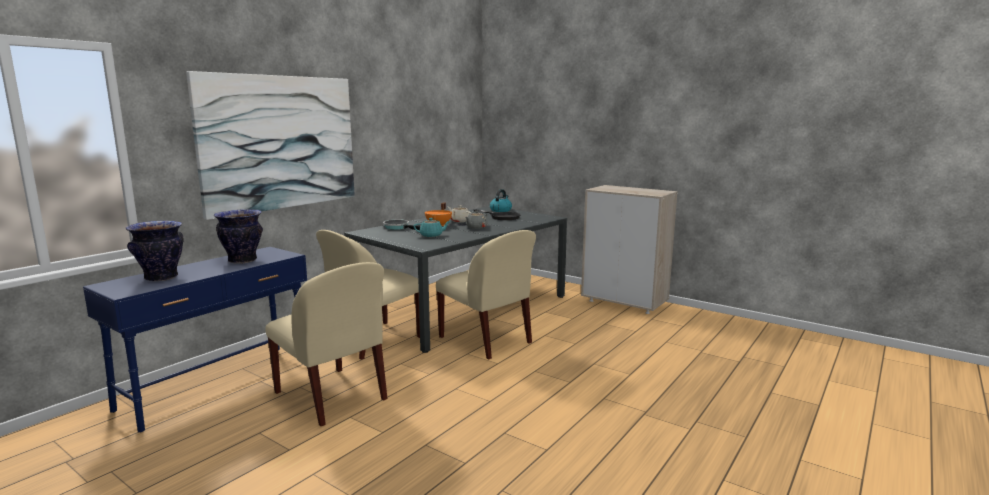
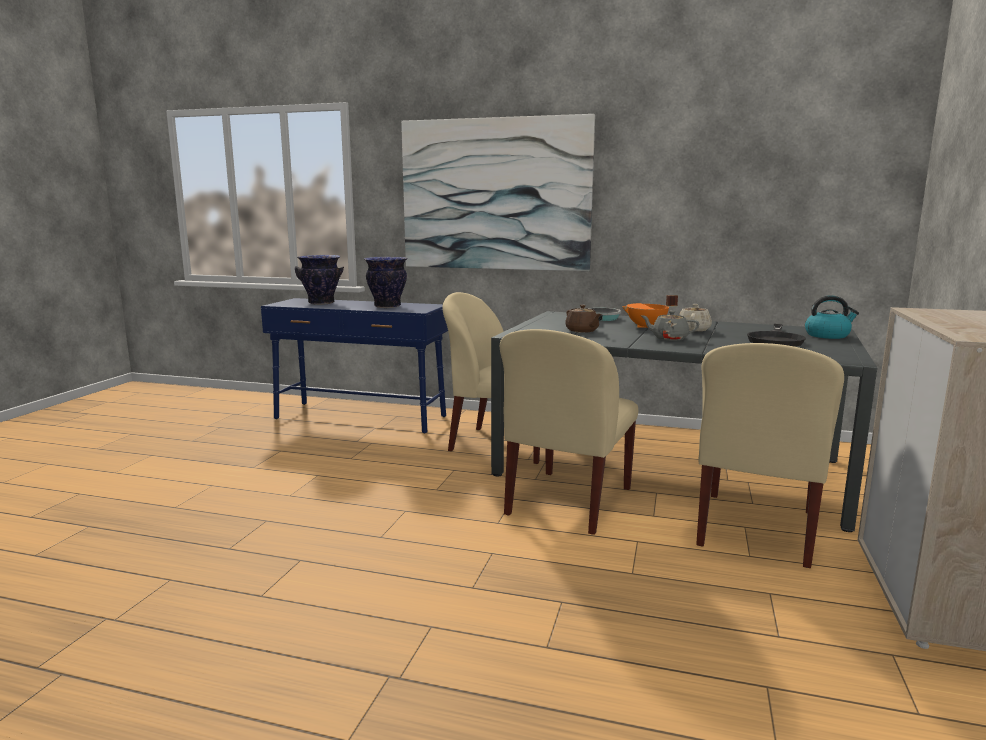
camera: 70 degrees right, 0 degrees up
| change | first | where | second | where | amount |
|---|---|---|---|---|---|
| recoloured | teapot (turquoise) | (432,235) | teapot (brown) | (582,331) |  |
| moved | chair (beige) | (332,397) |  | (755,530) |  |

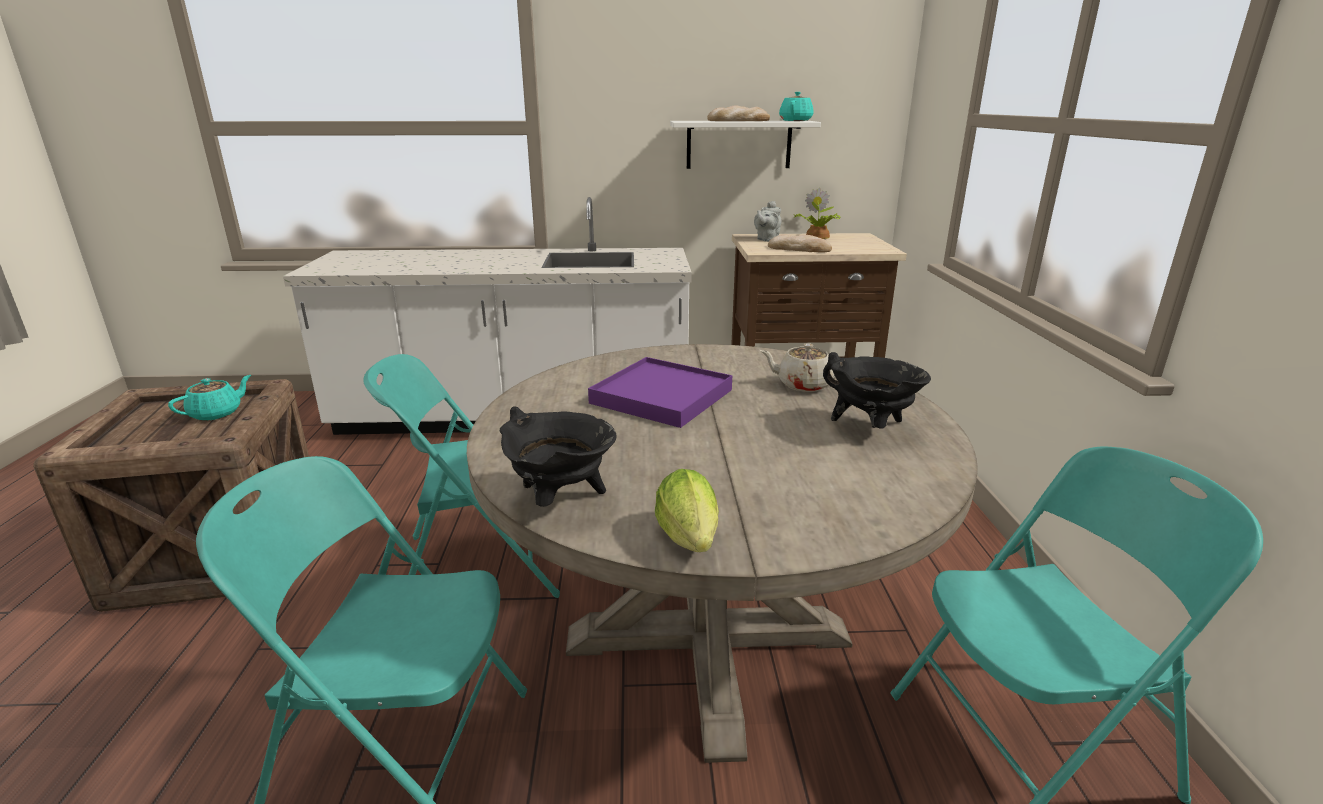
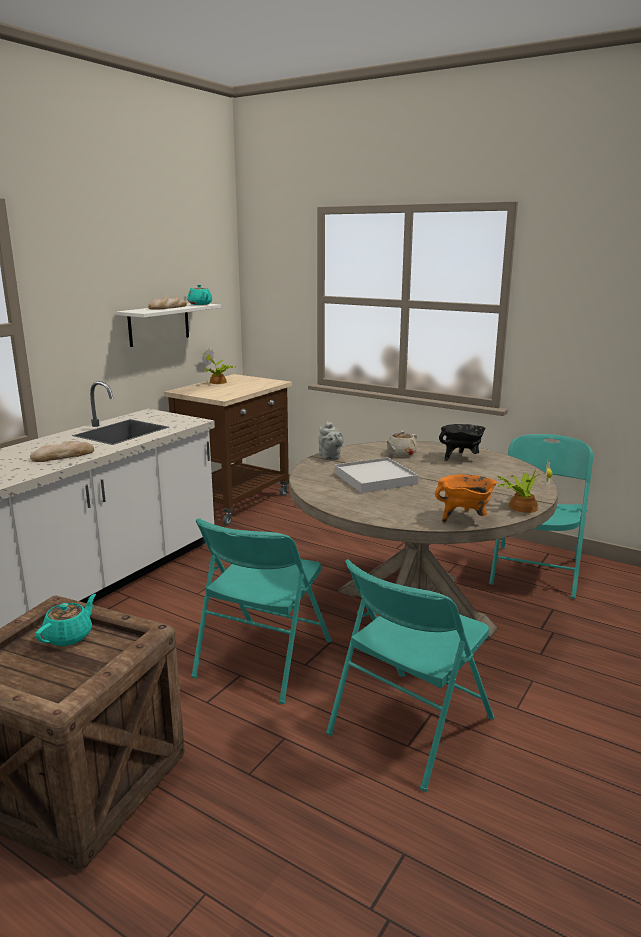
camera: 55 degrees left, 5 degrees down
| change | first | where | second | where | amount |
|---|---|---|---|---|---|
| moved | bread | (799,249) |  | (63,455) |  |
| turned | teapot (turquoise) | (217,413) |  | (69,636) | 45 degrees clockwise |
| moved | teapot (grey) | (766,239) |  | (330,457) |  |
| recoloured | tray (purple) | (661,396) | tray (white) | (375,478) |  |
| recoloured | cooking pot (black) | (560,500) | cooking pot (orange) | (464,519) |  |
| replaced | lettuce | (690,541) | potted plant | (521,506) |  |

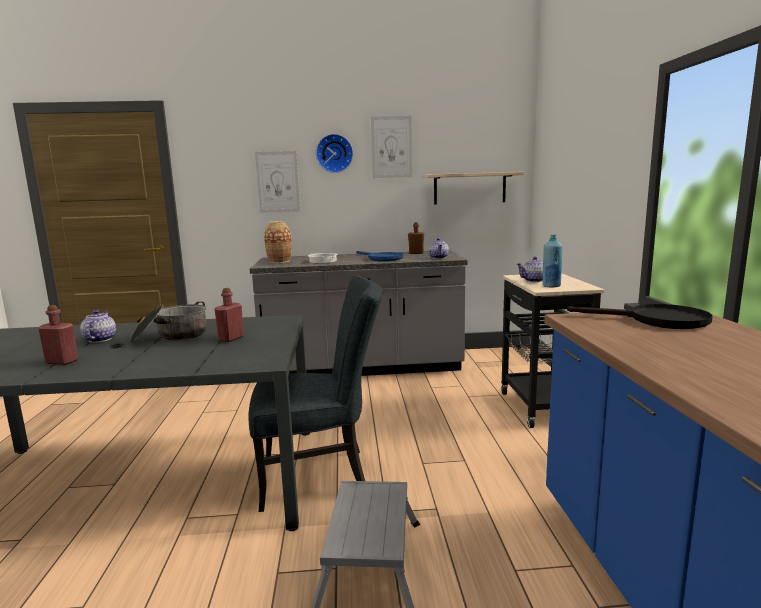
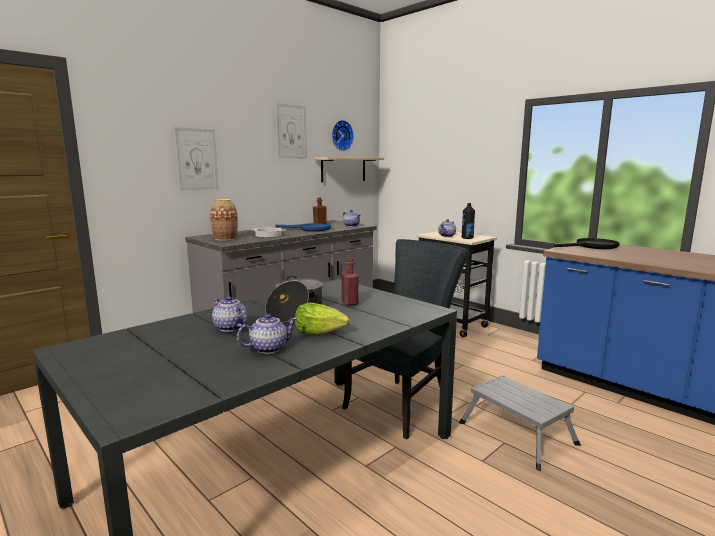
camera: 40 degrees left, 0 degrees up
| change | first | where | second | where | amount |
|---|---|---|---|---|---|
| replaced | bottle (red) | (62,362) | teapot | (268,348) |  |
| added |  |  | lettuce | (320,332) |  |
| moved | wall clock | (334,153) |  | (341,135) |  |
| recoloured | bottle (blue) | (551,286) | bottle (black) | (467,238) |  |

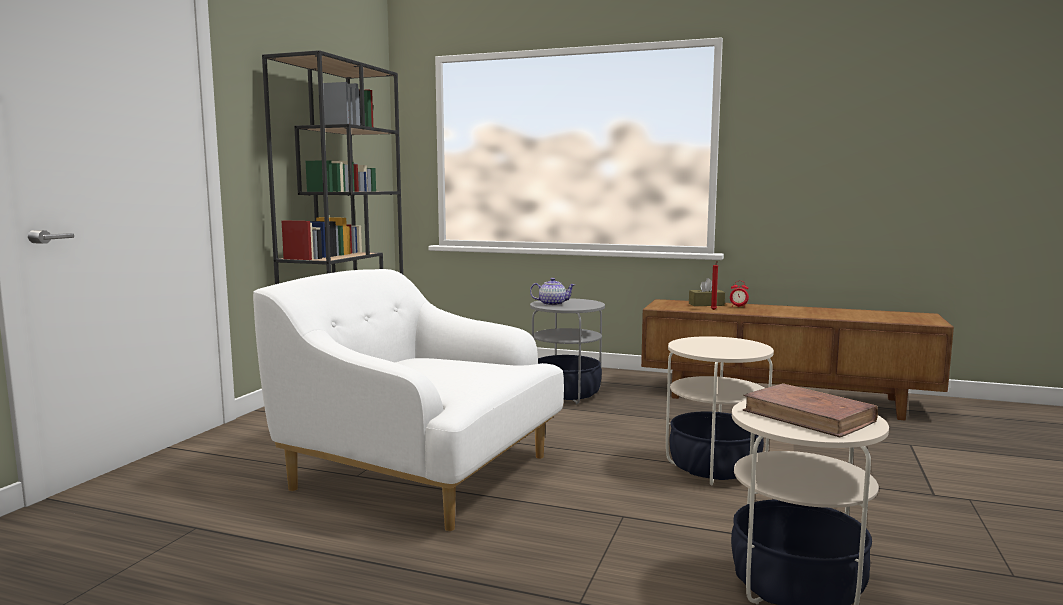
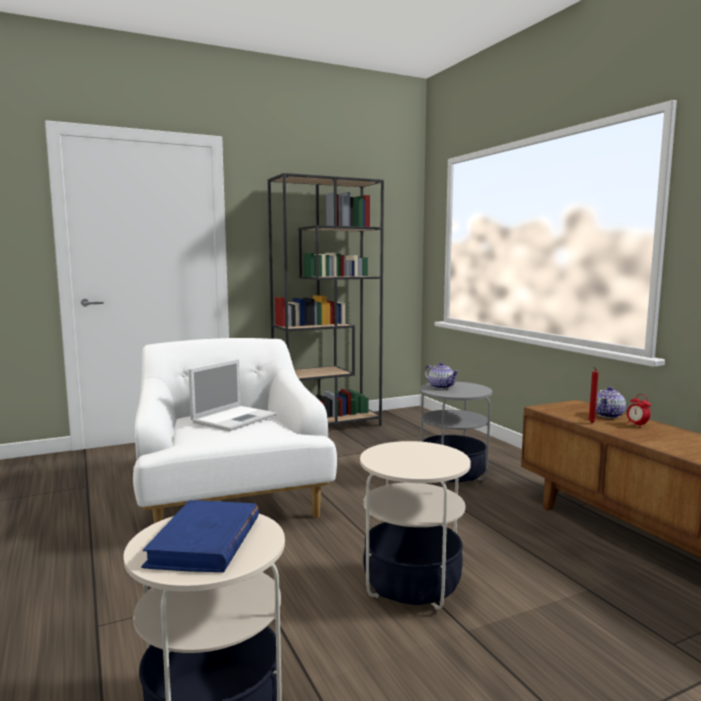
camera: 45 degrees right, 0 degrees up
| change | first | where | second | where | amount |
|---|---|---|---|---|---|
| recoloured | book (brown) | (809,416) | book (blue) | (205,542) |  |
| added |  |  | laptop | (235,418) |  |
| replaced | tissue box (brown) | (706,304) | teapot | (608,415) |  |

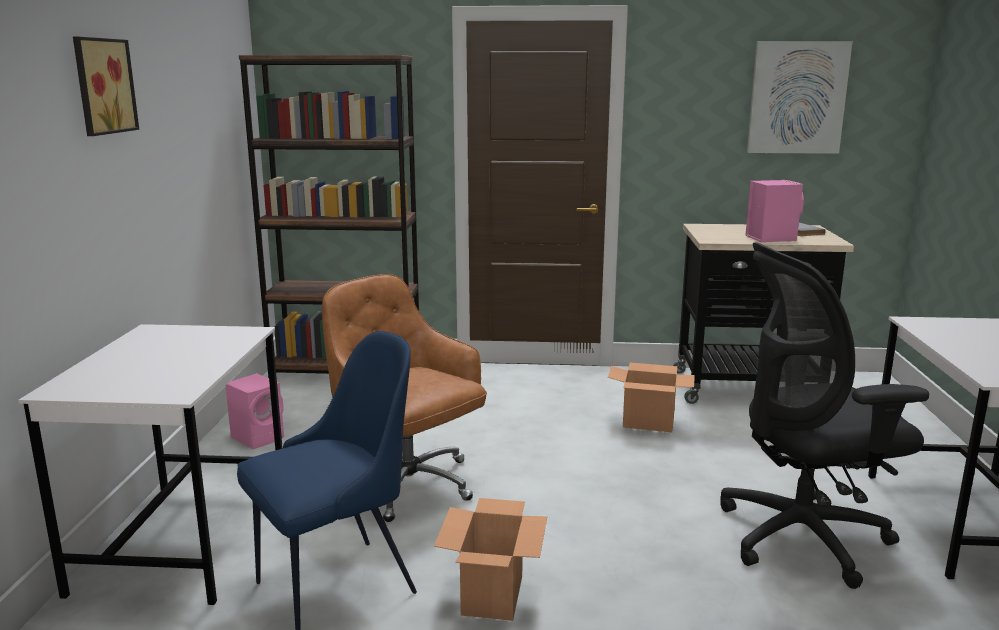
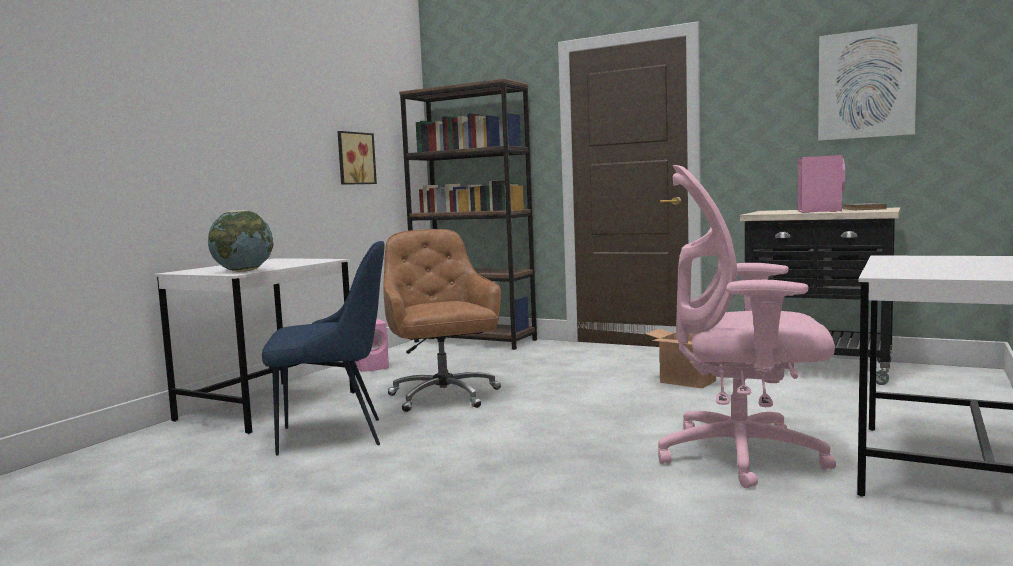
camera: 25 degrees right, 10 degrees down
| change | first | where | second | where | amount |
|---|---|---|---|---|---|
| added |  |  | globe | (243,271) |  |
| moved | picture | (101,86) |  | (354,158) |  |
| recoloured | office chair (black) | (809,534) | office chair (pink) | (750,454) |  |
| removed | cardboard box | (492,594) |  |  |  |

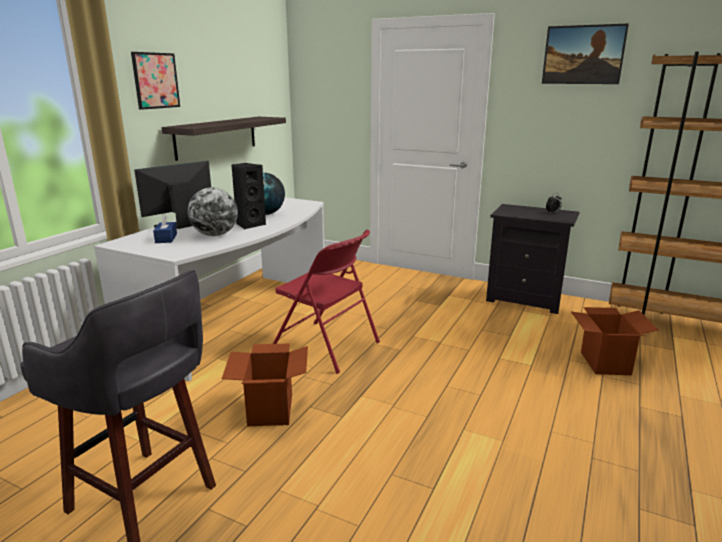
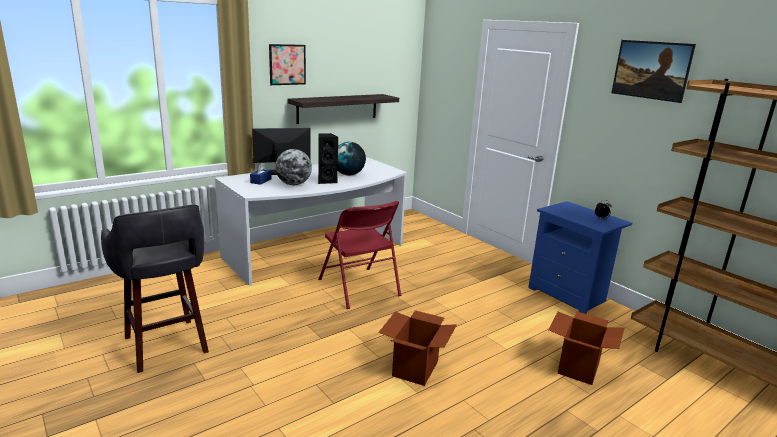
camera: 25 degrees right, 0 degrees up
| change | first | where | second | where | amount |
|---|---|---|---|---|---|
| moved | cardboard box | (270,410) |  | (415,368) |  |
| recoloured | nightstand (black) | (526,299) | nightstand (blue) | (569,295) |  |

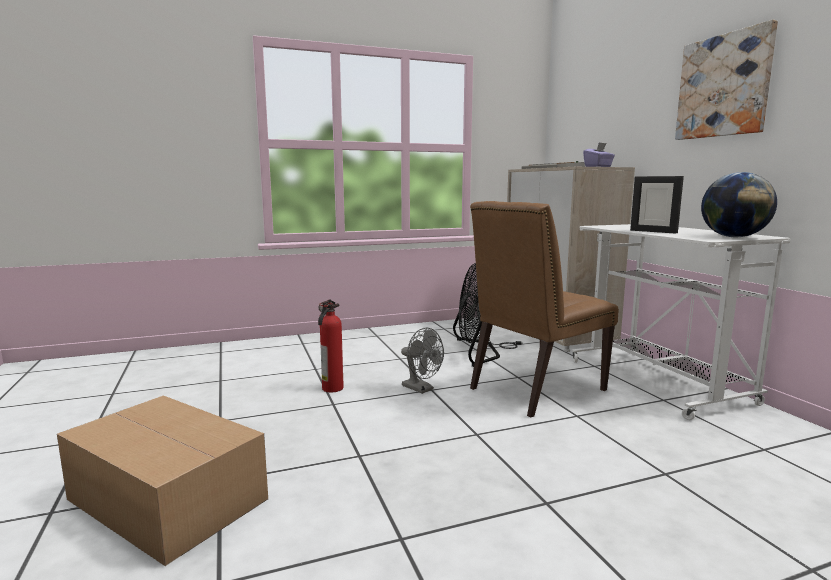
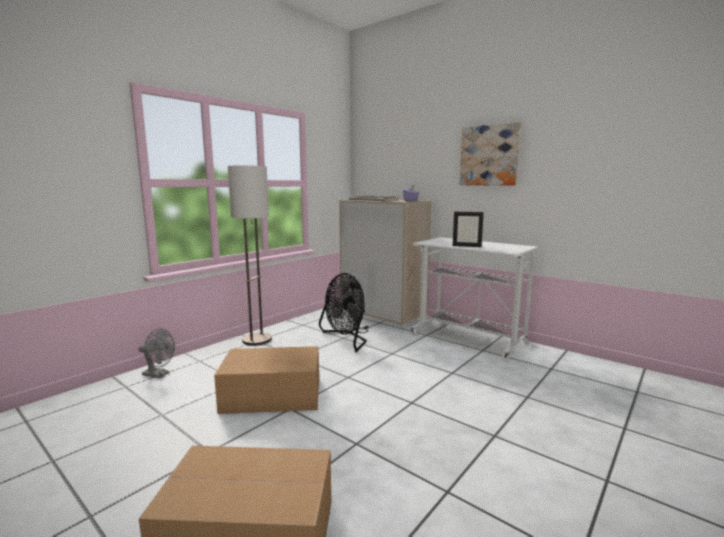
camera: 30 degrees left, 0 degrees up
| change | first | where | second | where | amount |
|---|---|---|---|---|---|
| moved | fan (grey) | (421,389) |  | (159,374) |  |
| replaced | fire extinguisher | (331,388) | cardboard box | (273,395) |  |
| added |  |  | floor lamp | (257,340) |  |
| removed | chair (brown) | (537,389) |  |  |  |
| removed | globe | (733,237) |  |  |  |

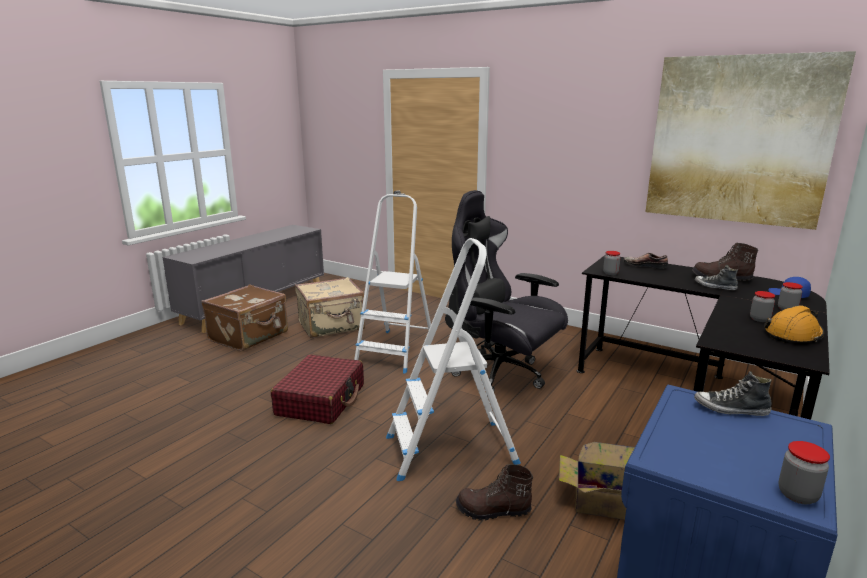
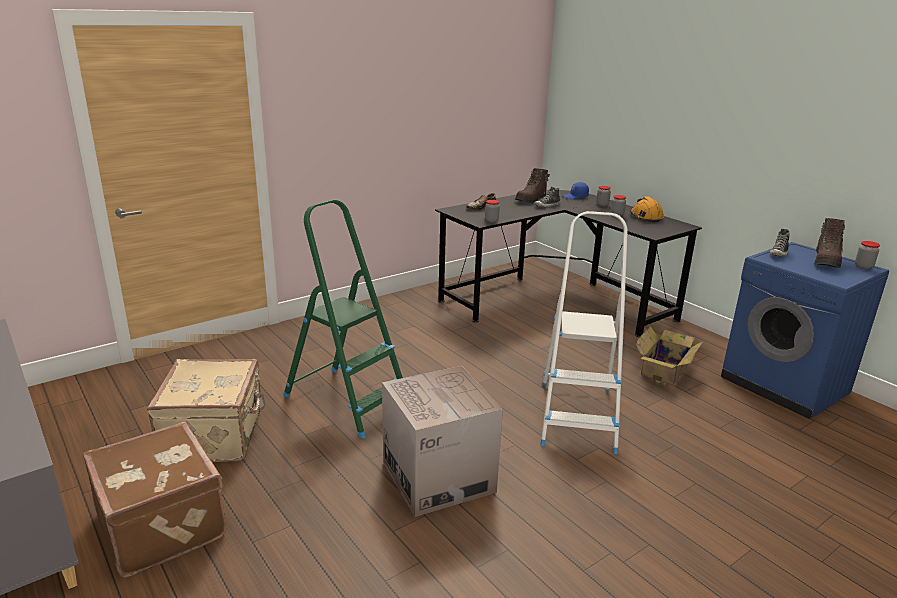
camera: 70 degrees left, 5 degrees up
| change | first | where | second | where | amount |
|---|---|---|---|---|---|
| recoloured | step ladder (white) | (395,351) | step ladder (green) | (348,401) |  |
| replaced | suitcase (red) | (321,400) | cardboard box | (438,477) |  |
| moved | boot (brown) | (493,511) |  | (826,261) |  |
| removed | office chair (black) | (504,376) |  |  |  |
| removed | picture | (739,140) |  |  |  |

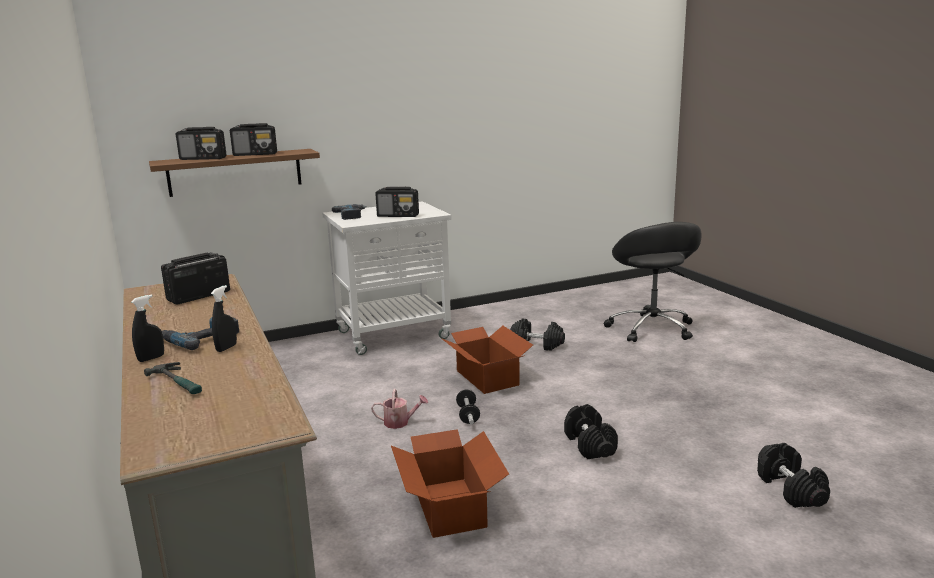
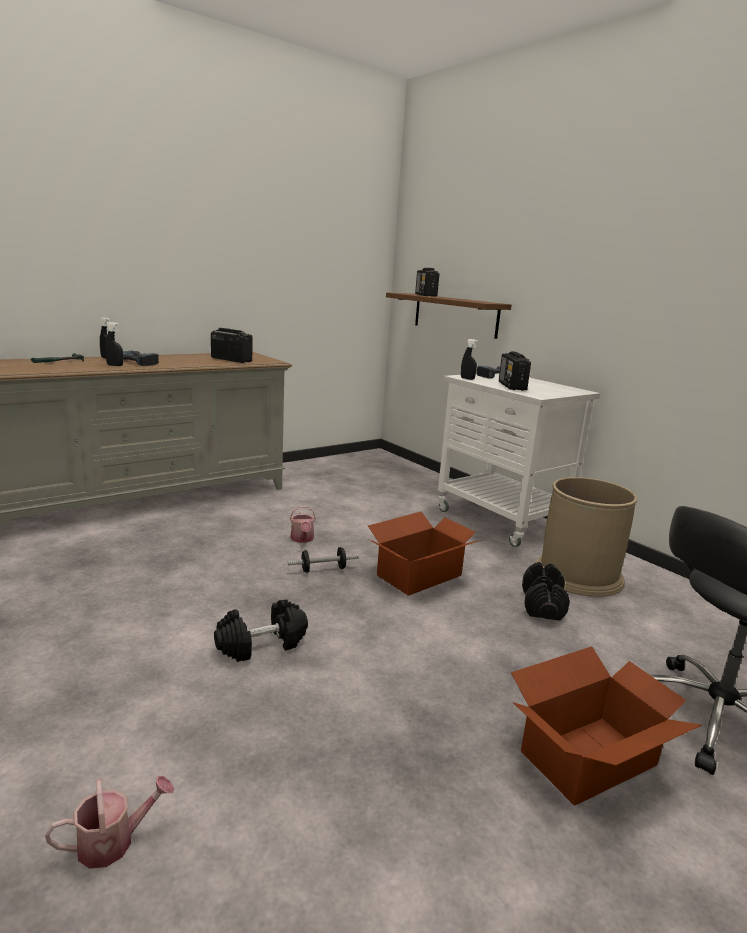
camera: 75 degrees right, 0 degrees up
| change | first | where | second | where | amount |
|---|---|---|---|---|---|
| replaced | dumbbell (black) | (791,489) | watering can | (113,842) |  |
| added |  |  | spray bottle (black) | (467,379) |  |
| moved | cardboard box | (450,506) |  | (590,759) |  |
| added |  |  | trash can (brown) | (578,574) |  |
| removed | radio | (255,154) |  |  |  |

